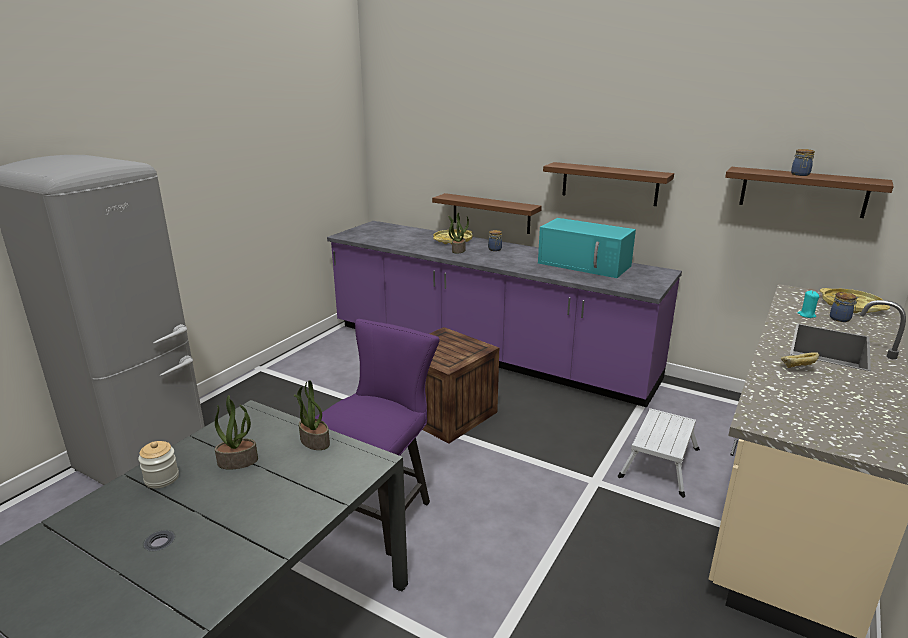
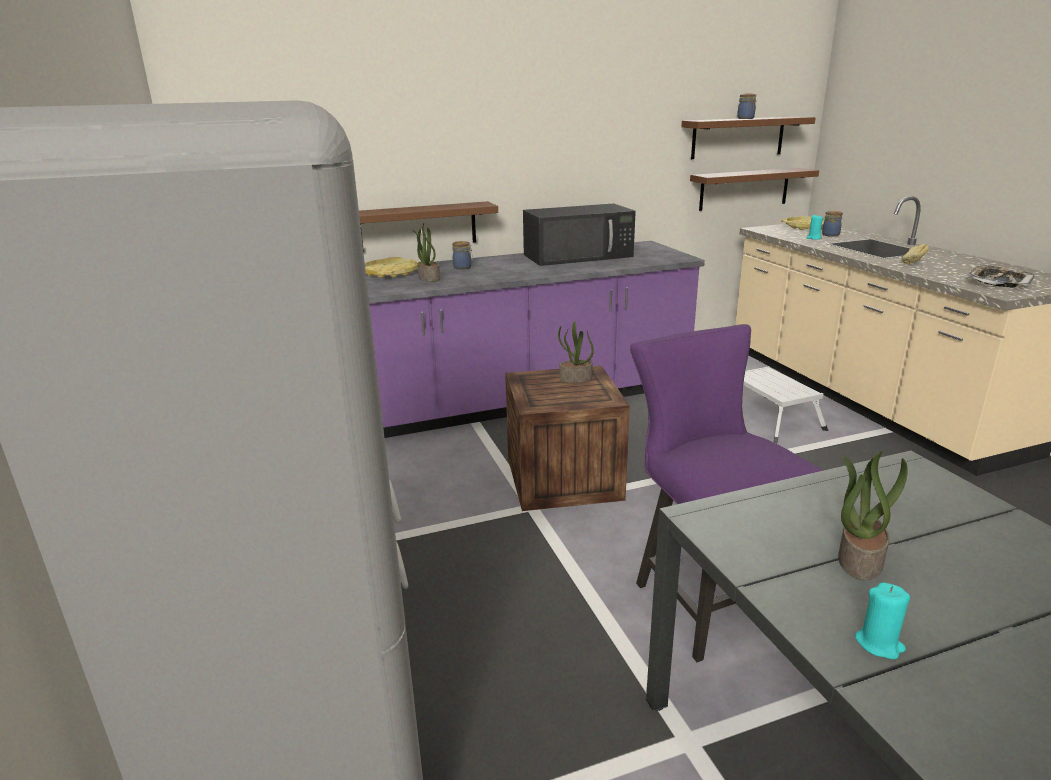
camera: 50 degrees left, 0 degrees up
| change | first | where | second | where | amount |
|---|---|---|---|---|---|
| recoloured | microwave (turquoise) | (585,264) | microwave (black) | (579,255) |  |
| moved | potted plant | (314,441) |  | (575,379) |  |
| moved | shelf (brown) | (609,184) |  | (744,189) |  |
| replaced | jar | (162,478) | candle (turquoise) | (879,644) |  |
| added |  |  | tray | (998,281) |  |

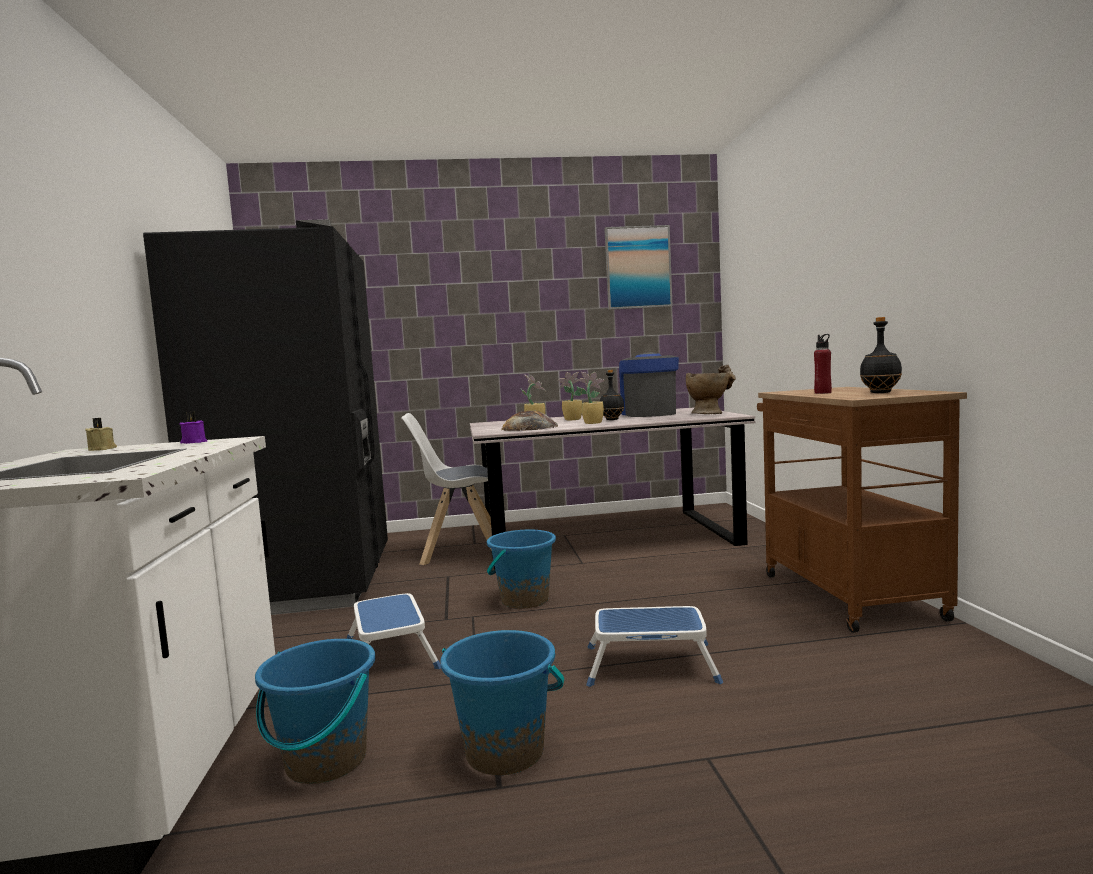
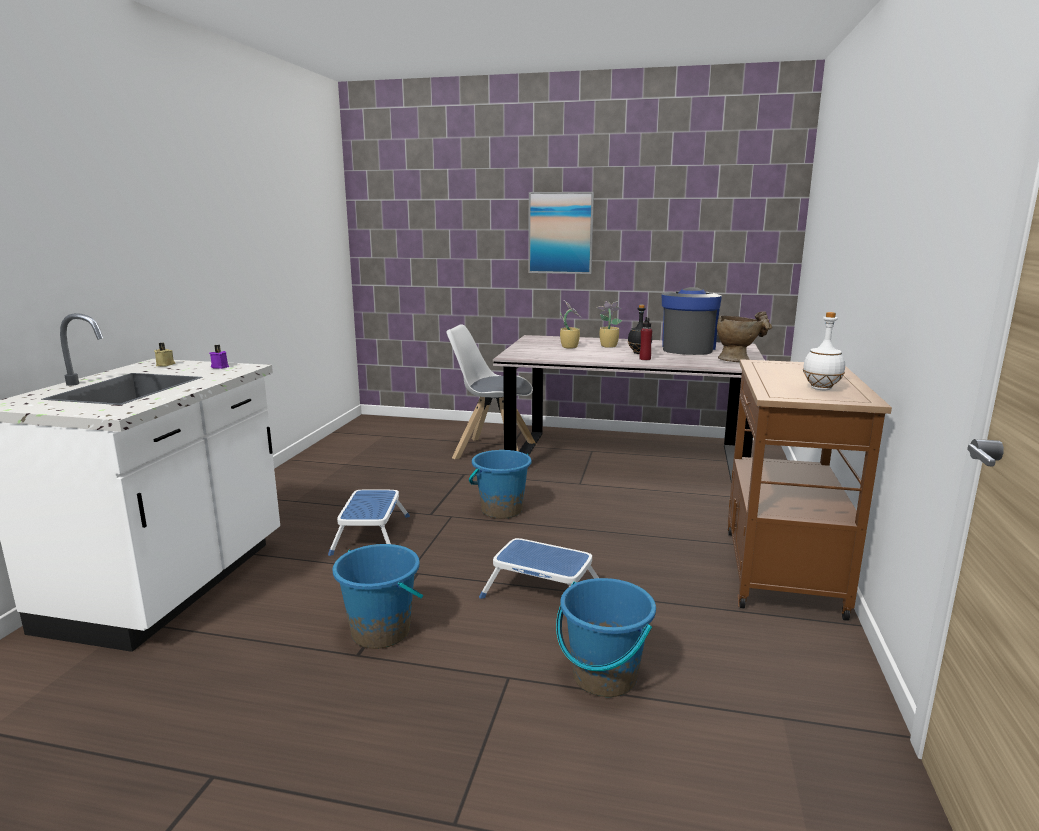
camera: 20 degrees right, 10 degrees up
| change | first | where | second | where | amount |
|---|---|---|---|---|---|
| moved | picture | (638,267) |  | (560,233) |  |
| moved | bucket (blue) | (325,761) |  | (604,677) |  |
| moved | bottle (red) | (823,393) |  | (645,359) |  |
| recoloured | bottle (black) | (880,392) | bottle (white) | (820,388) |  |
| removed | fridge (black) | (306,580) |  |  |  |
| removed | bread | (529,428) |  |  |  |
| removed | potted plant | (592,423) |  |  |  |

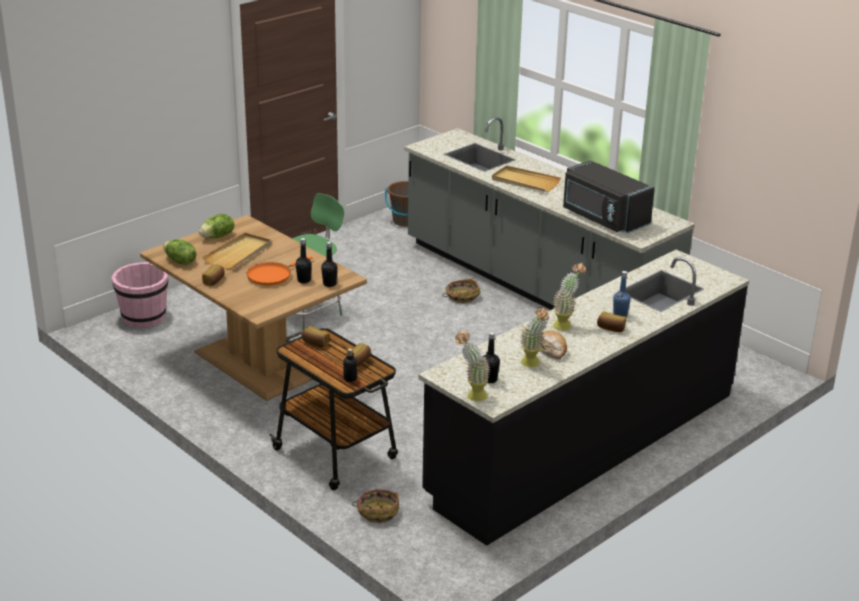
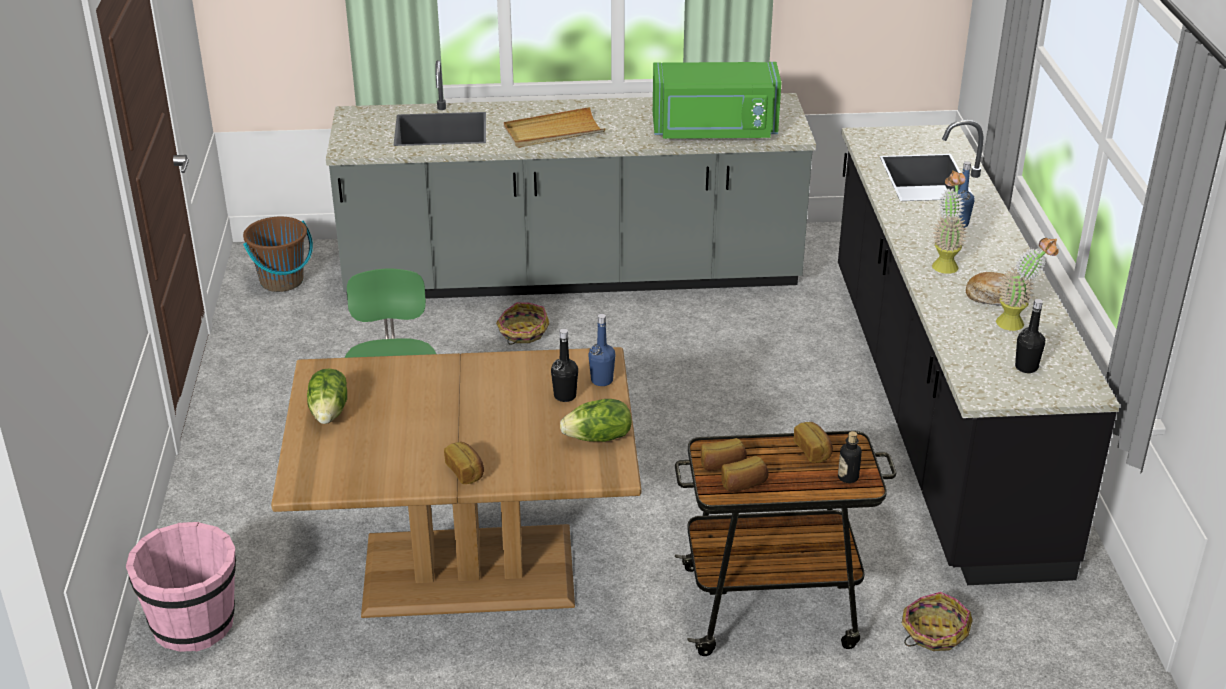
camera: 50 degrees left, 5 degrees up
| change | first | where | second | where | amount |
|---|---|---|---|---|---|
| moved | lettuce | (180,261) |  | (598,438) |  |
| recoloured | bottle (black) | (329,284) | bottle (blue) | (602,380) |  |
| recoloured | microwave (black) | (603,218) | microwave (green) | (714,131) |  |
| moved | bread | (611,329) |  | (744,484) |  |
| removed | tray (beige) | (238,253) |  |  |  |
| removed | frying pan (orange) | (271,276) |  |  |  |
| removed | potted plant | (471,395) |  |  |  |

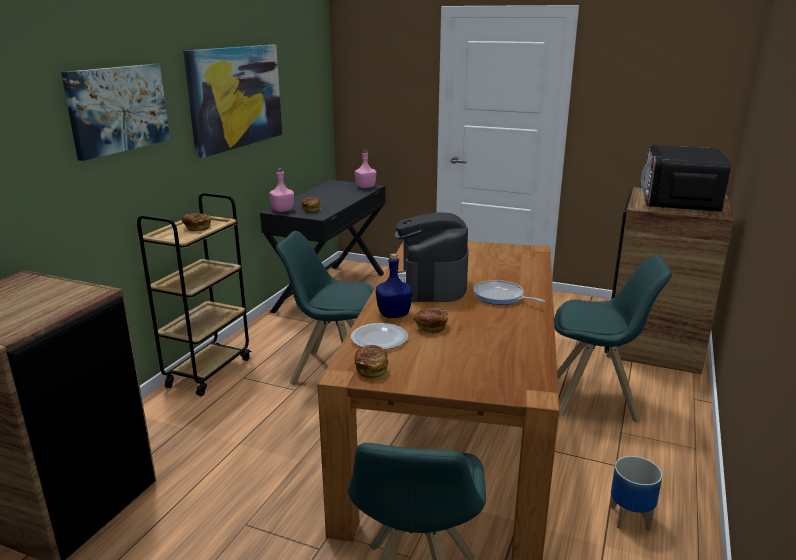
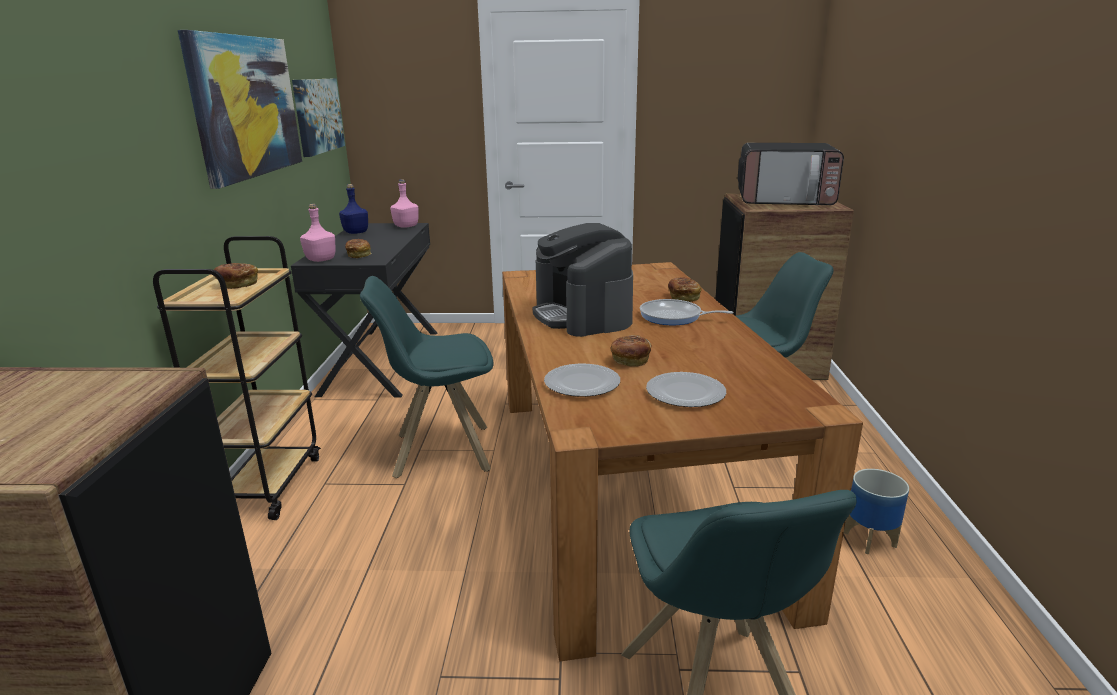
camera: 20 degrees left, 0 degrees up
| change | first | where | second | where | amount |
|---|---|---|---|---|---|
| moved | picture | (118,109) |  | (317,115) |  |
| moved | bottle (blue) | (393,314) |  | (355,232) |  |
| added |  |  | plate | (685,393) |  |
| moved | bread | (371,369) |  | (683,297) |  |
| turned | microwave | (678,202) |  | (785,200) | 75 degrees counterclockwise |

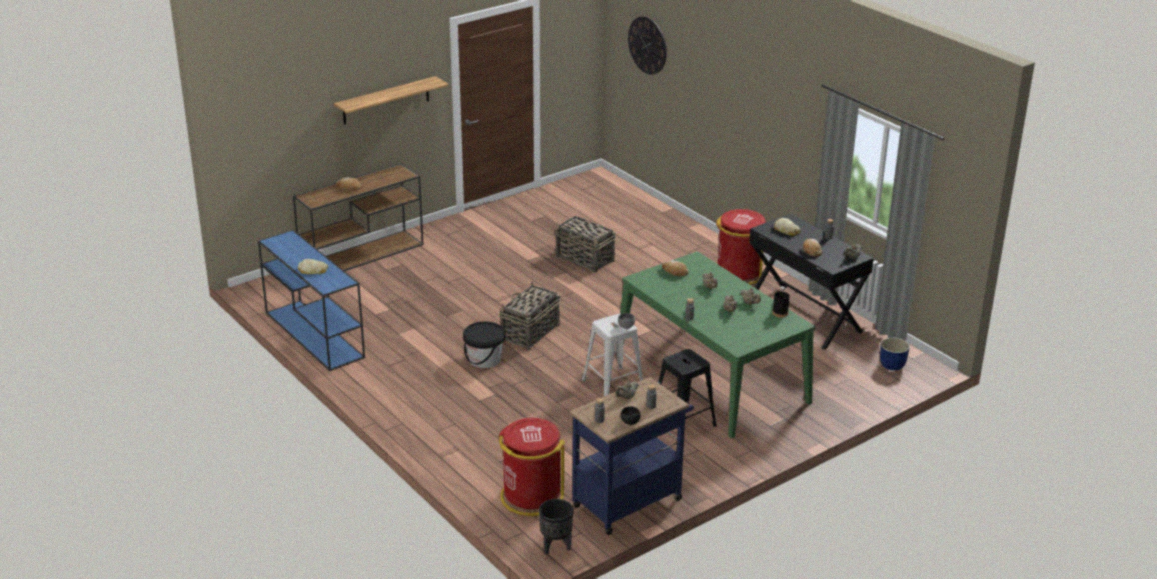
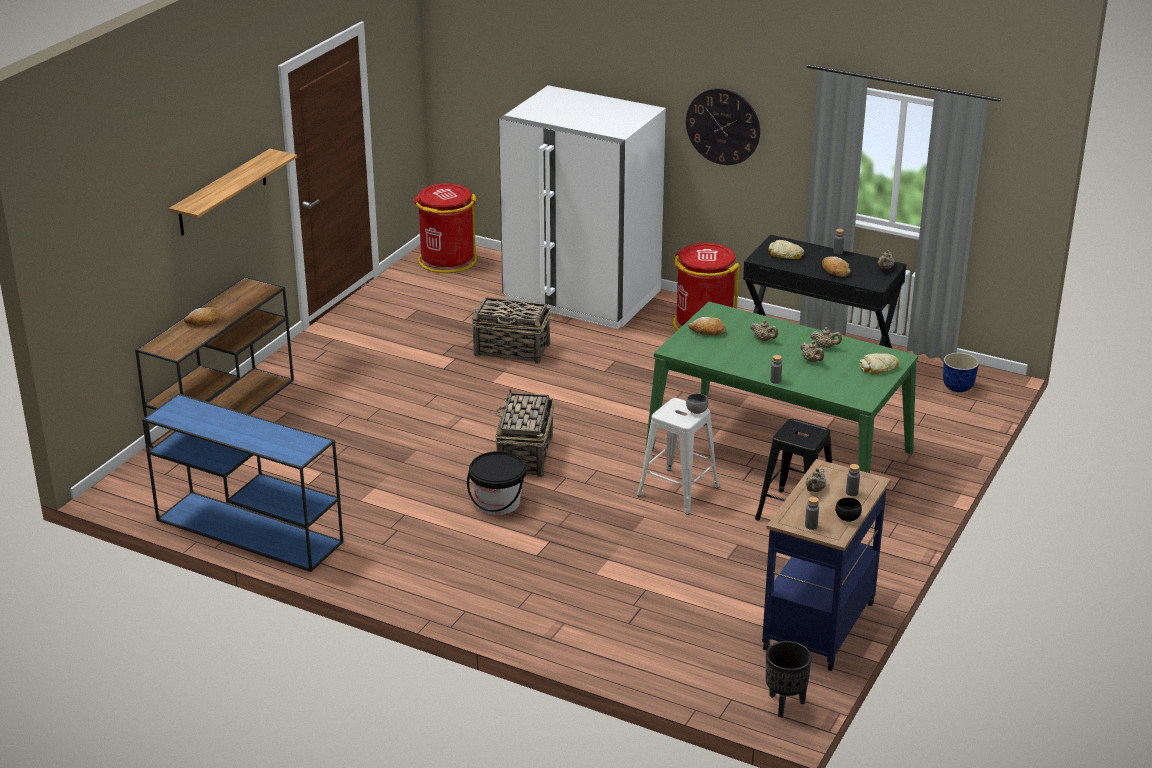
camera: 25 degrees left, 0 degrees up
| change | first | where | second | where | amount |
|---|---|---|---|---|---|
| moved | trash can (red) | (531,496) |  | (447,260) |  |
| added |  |  | fridge (white) | (582,297) |  |
| moved | wall clock | (647,45) |  | (723,126) |  |
| moved | bread | (313,270) |  | (878,368) |  |
| removed | bottle (black) | (780,313) |  |  |  |

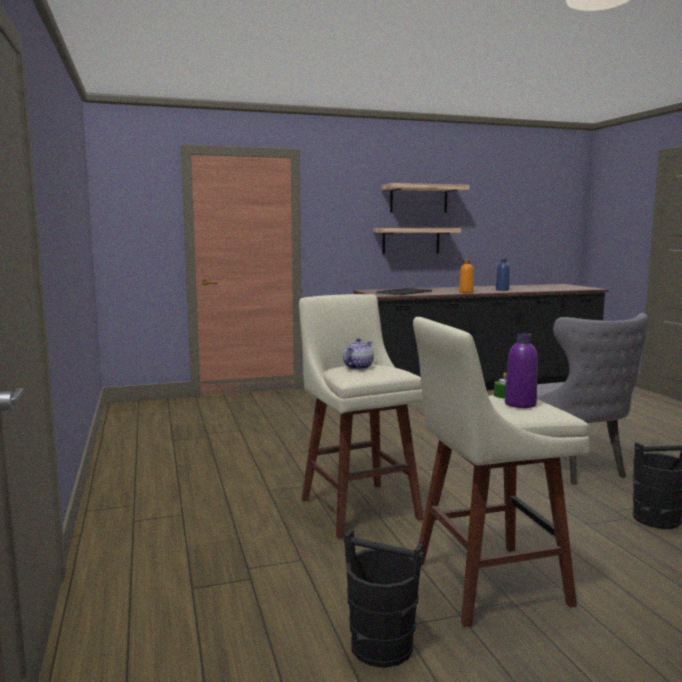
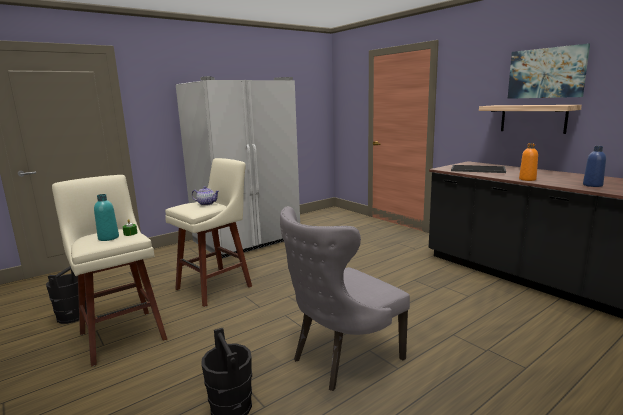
camera: 70 degrees right, 5 degrees up
| change | first | where | second | where | amount |
|---|---|---|---|---|---|
| recoloured | bottle (purple) | (520,404) | bottle (turquoise) | (108,238) |  |
| added |  |  | fridge (white) | (247,240) |  |
| replaced | shelf | (418,199) | picture | (546,73) |  |

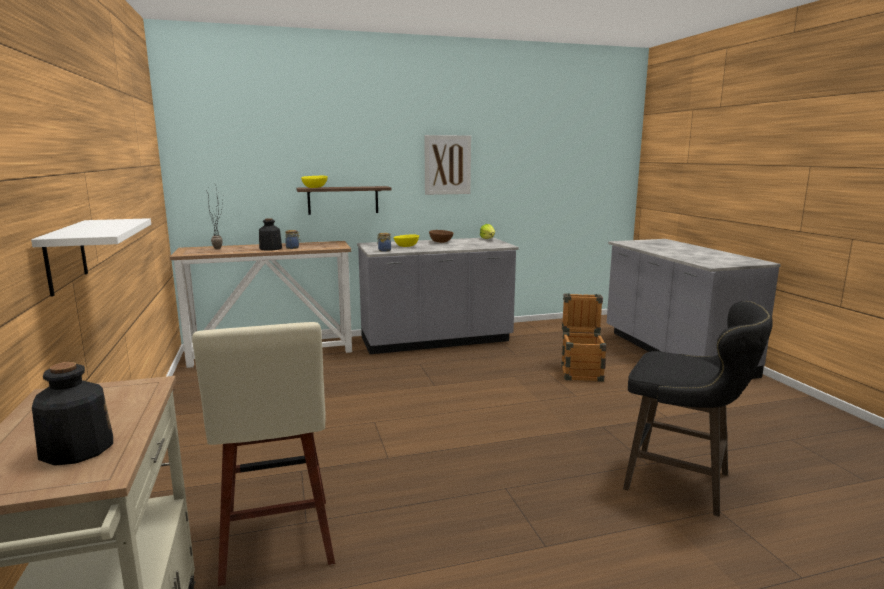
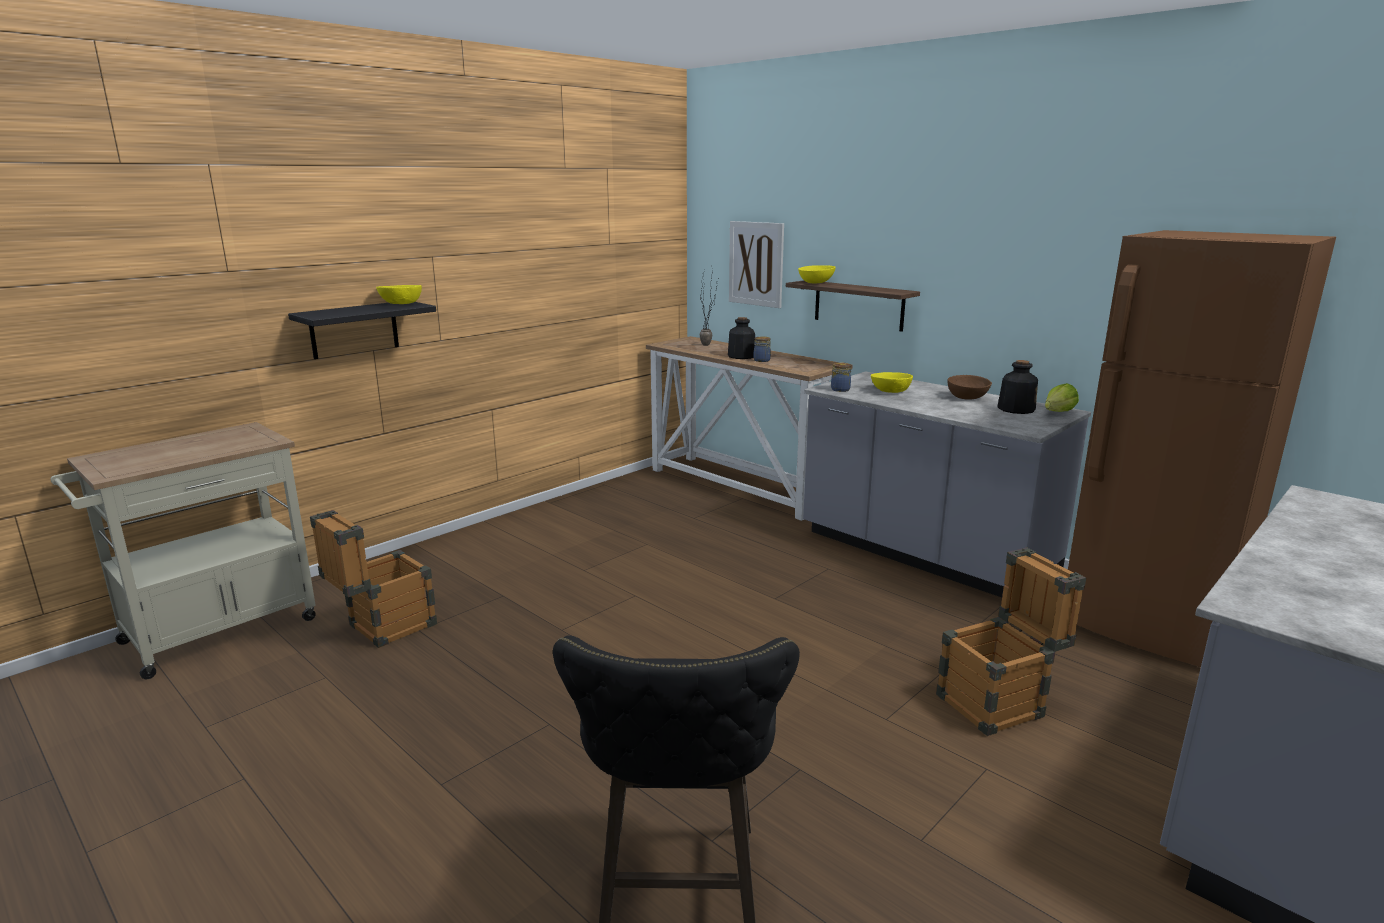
camera: 60 degrees right, 5 degrees up
| change | first | where | second | where | amount |
|---|---|---|---|---|---|
| recoloured | shelf (white) | (65,256) | shelf (black) | (354,329) |  |
| replaced | stool (beige) | (276,542) | crate | (382,628) |  |
| added |  |  | bowl (yellow) | (401,304) |  |
| moved | picture | (447,165) |  | (756,264) |  |
| moved | bottle | (76,449) |  | (1015,409) |  |
| added |  |  | fridge (brown) | (1148,626) |  |

